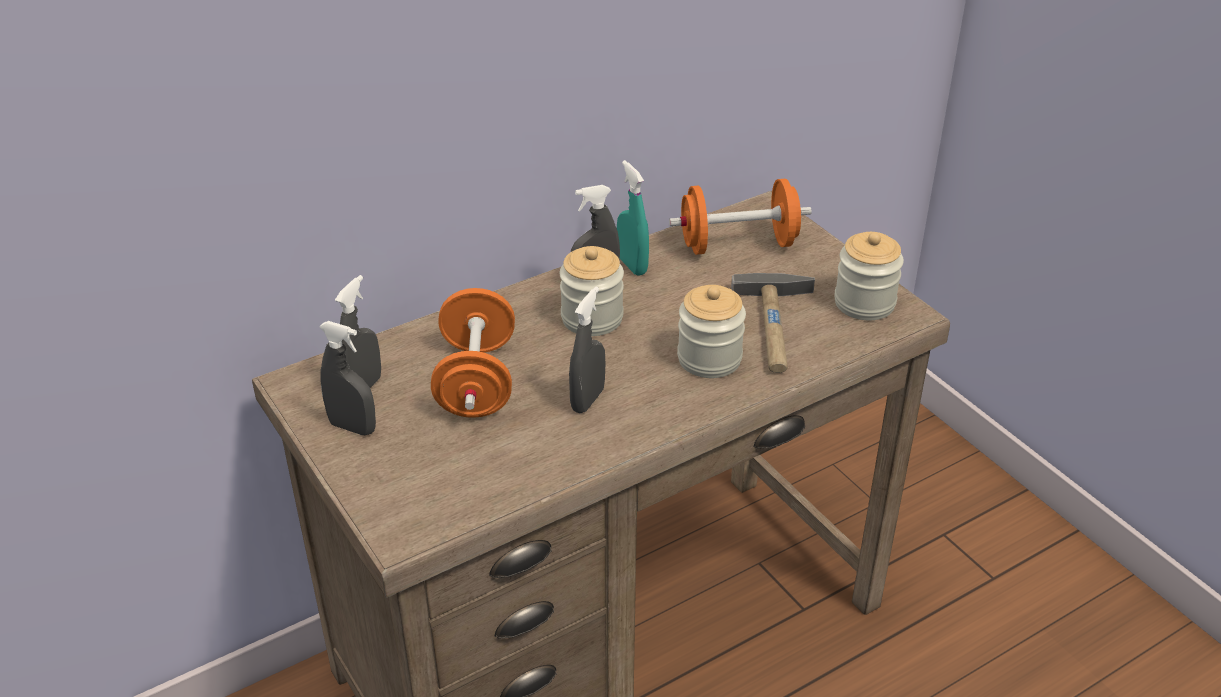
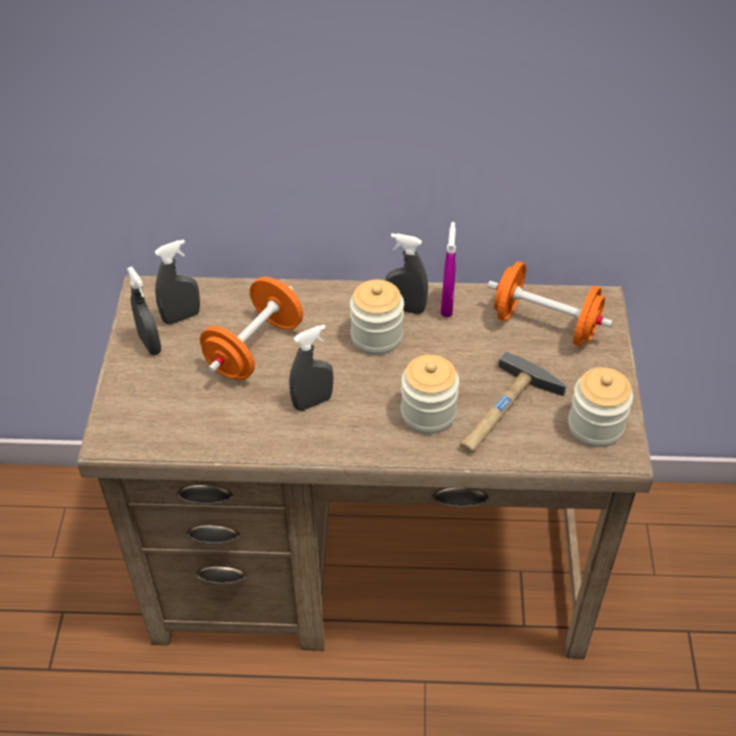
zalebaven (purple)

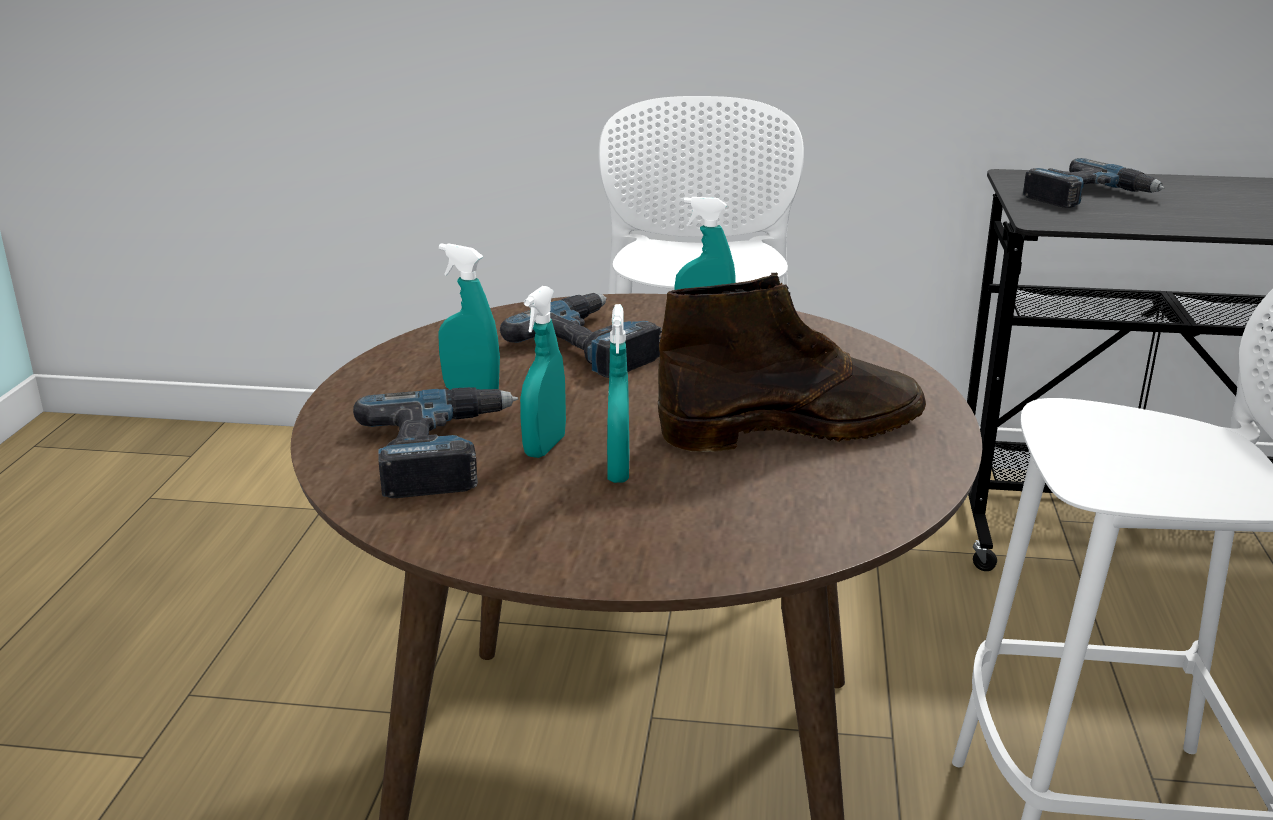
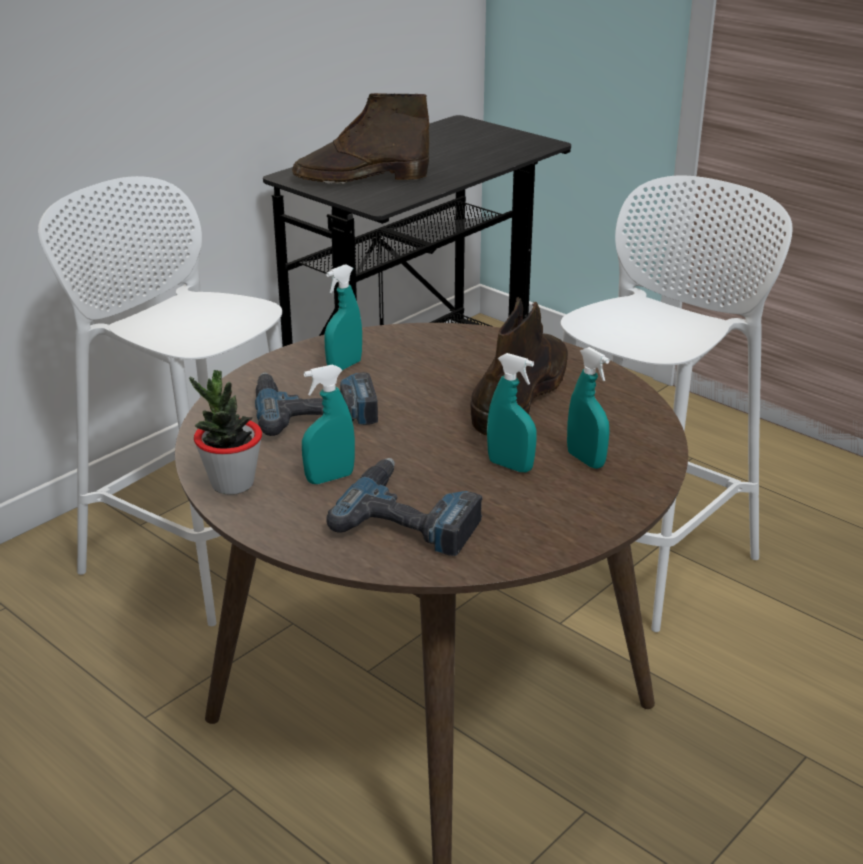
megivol
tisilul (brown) (no. 1 from left)
zalebaven (turquoise) (no. 4 from left)

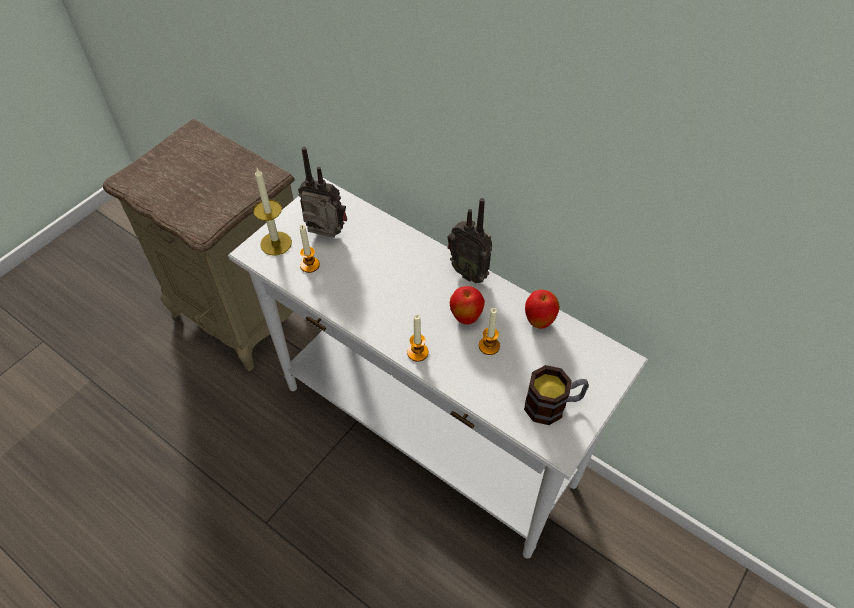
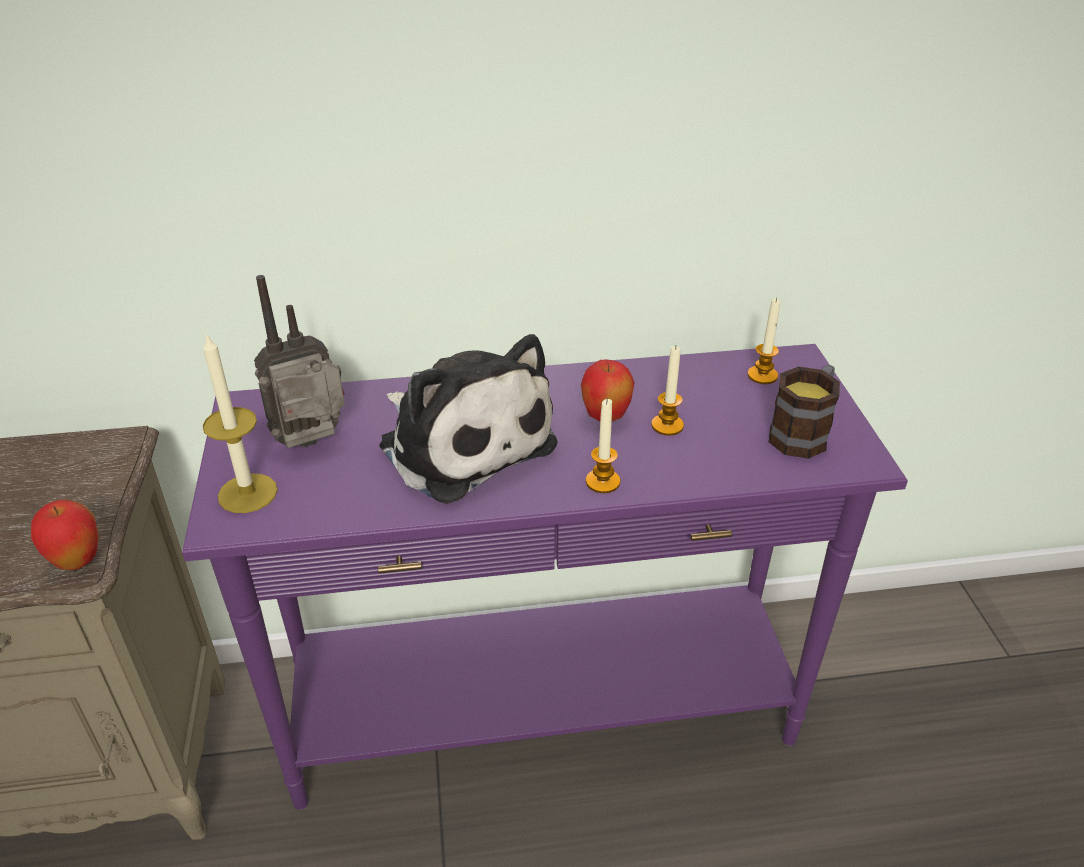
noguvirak (no. 1 from left)
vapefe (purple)
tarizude
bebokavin (no. 4 from left)
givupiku (no. 2 from left in the first image)

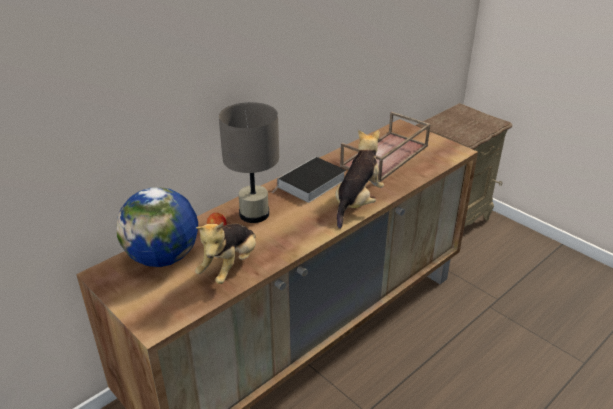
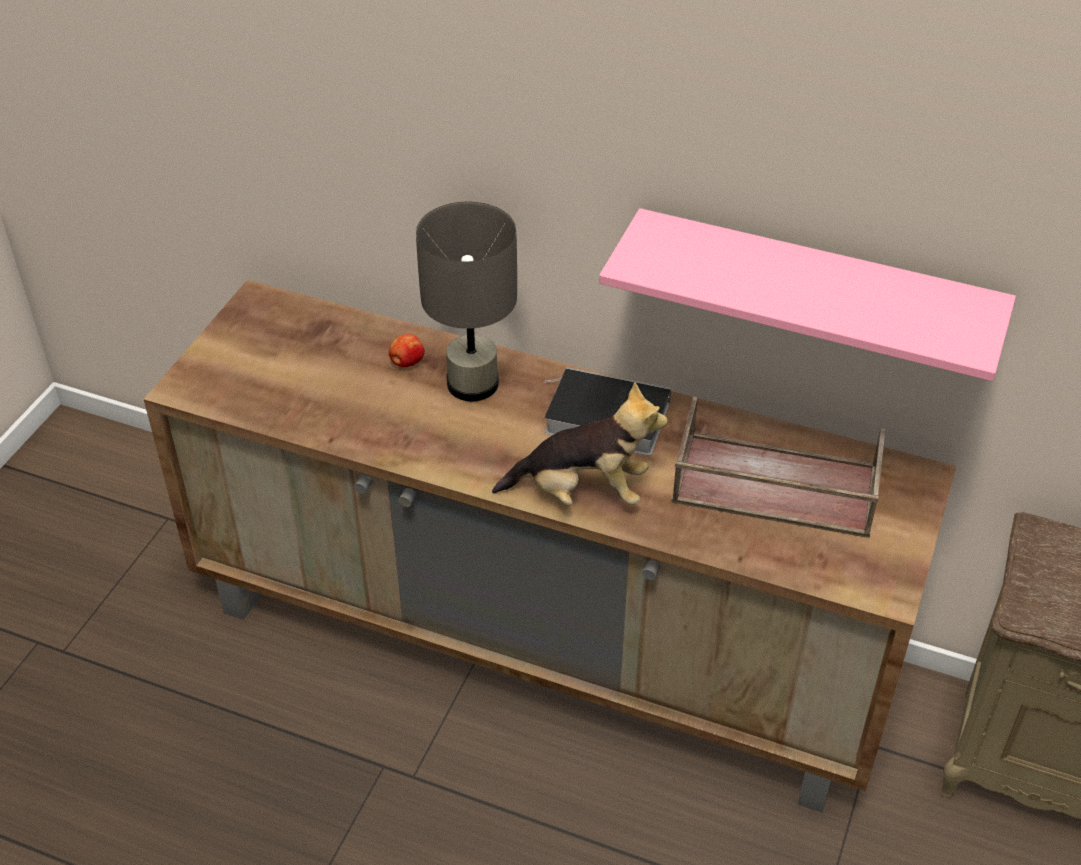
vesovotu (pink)
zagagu
tarizude (no. 1 from left in the first image)

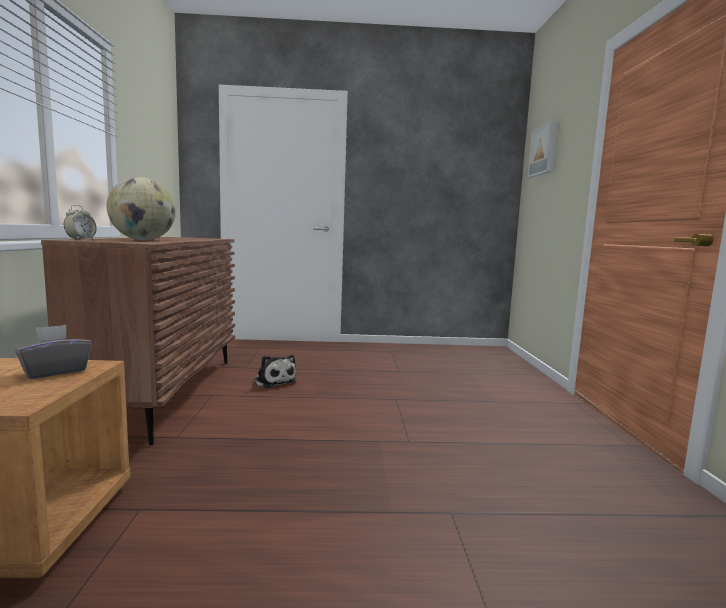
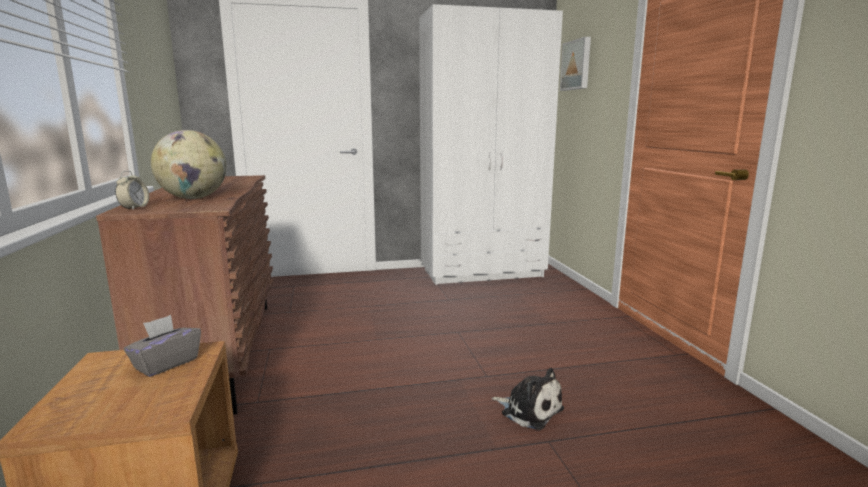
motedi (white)
tarizude

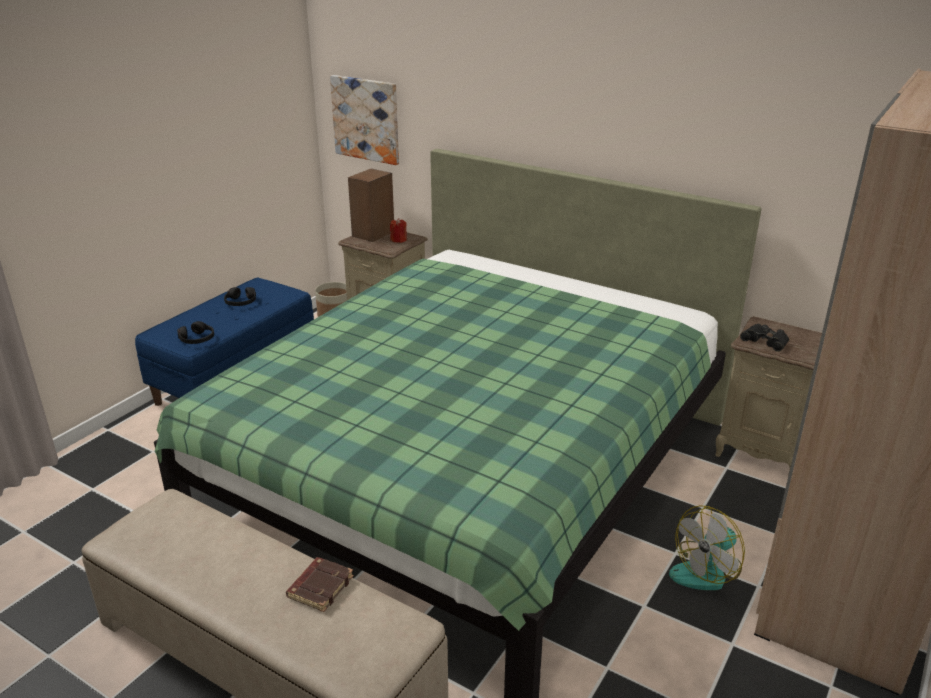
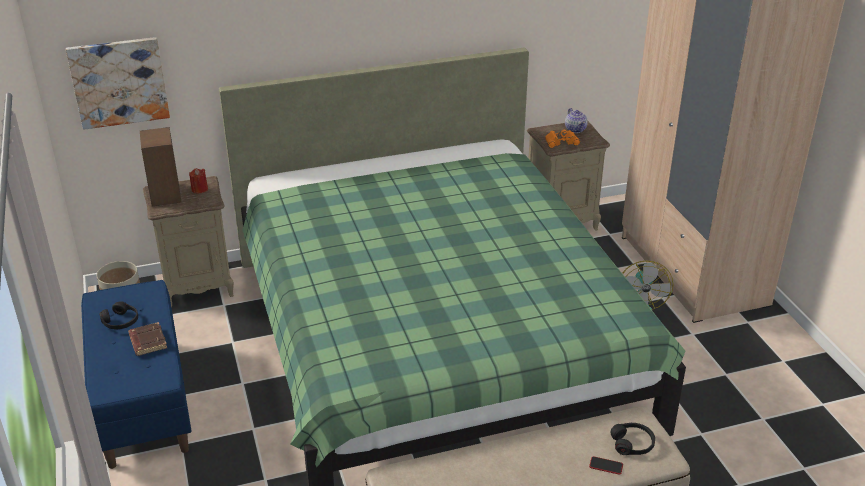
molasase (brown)
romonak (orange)
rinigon
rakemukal
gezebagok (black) (no. 2 from left)

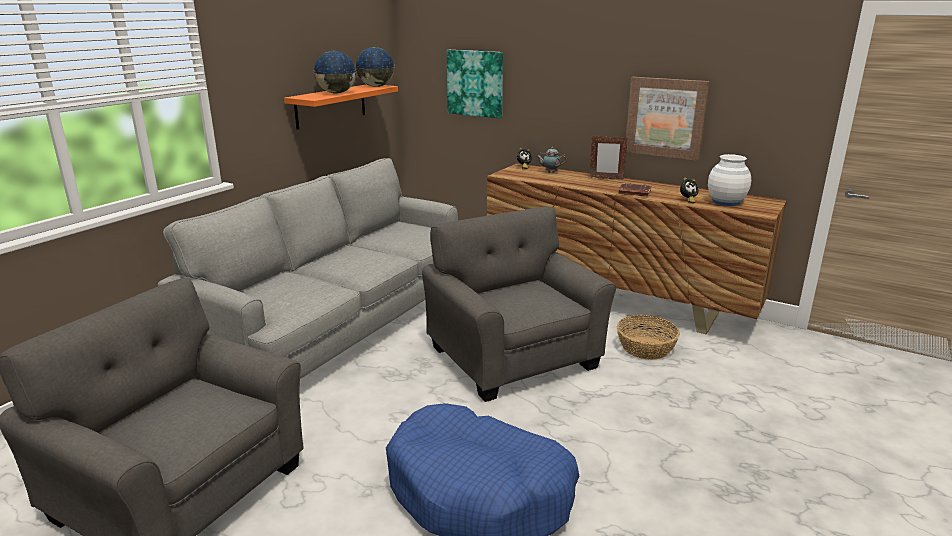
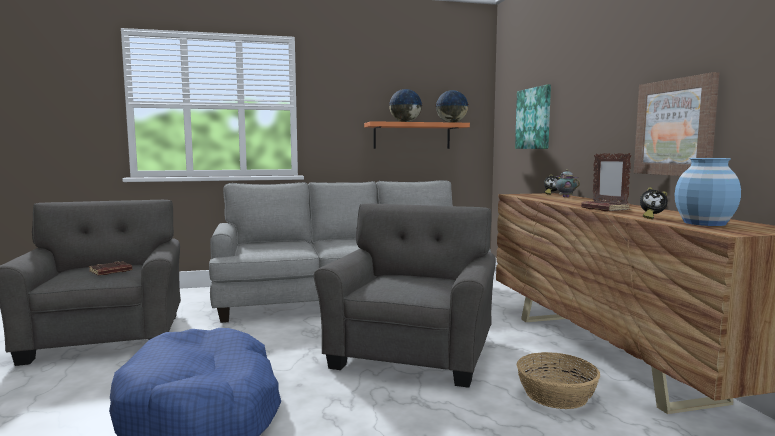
molasase (brown) (no. 1 from left)
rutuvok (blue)

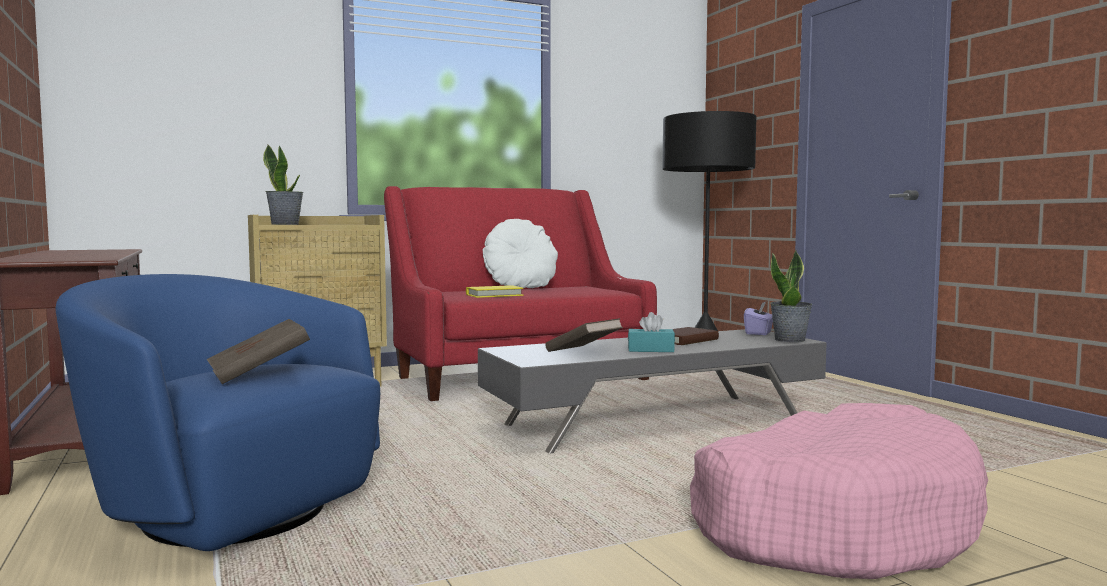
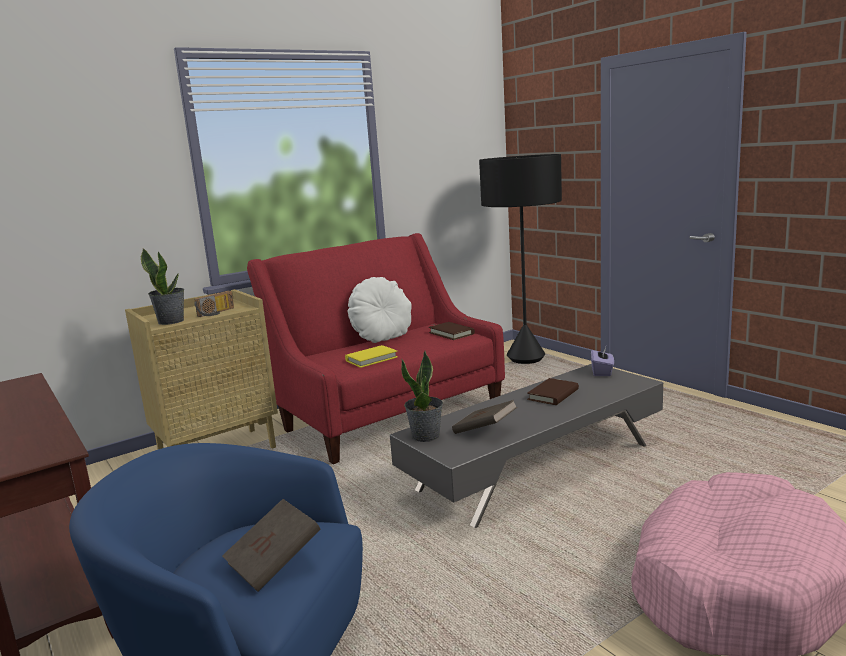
givupiku
megivol (no. 2 from left)
molasase (brown) (no. 2 from left)
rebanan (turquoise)

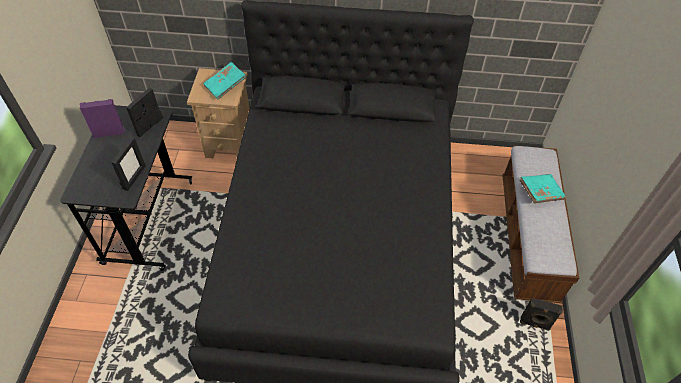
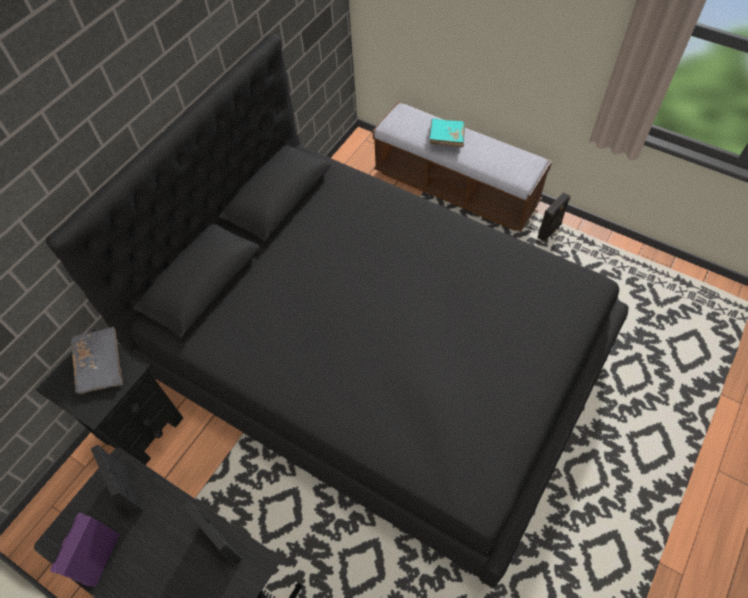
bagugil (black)
molasase (grey)

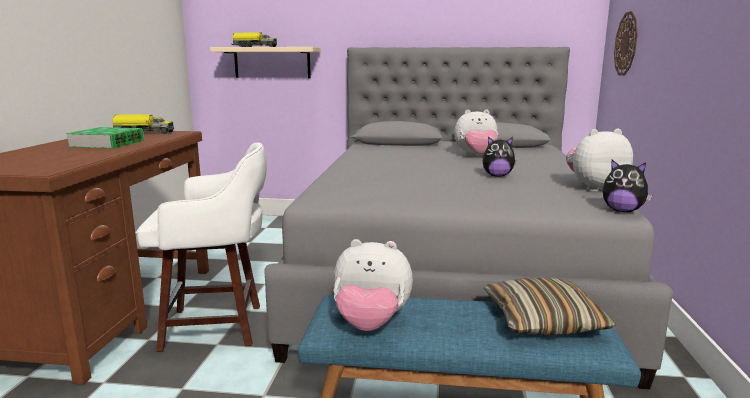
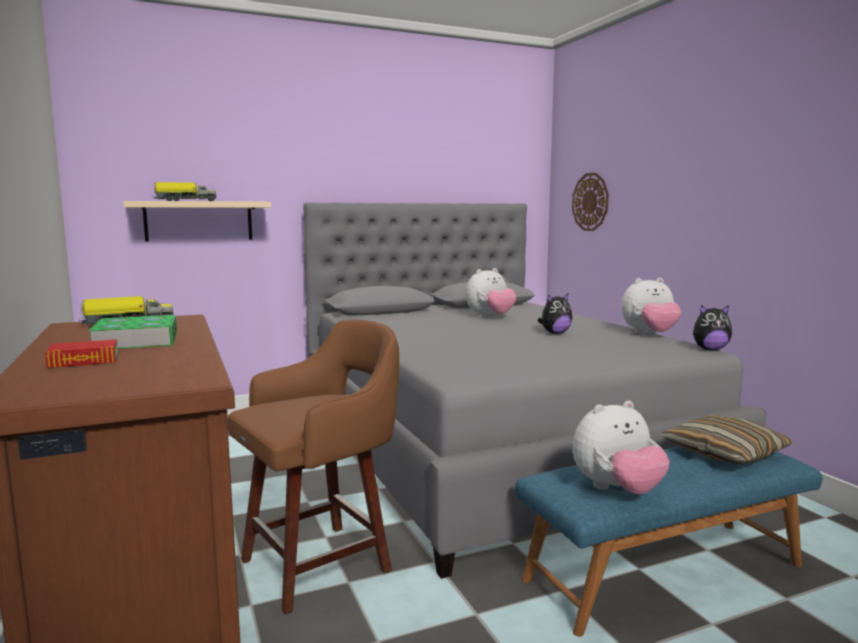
molasase (no. 1 from left)
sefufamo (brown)
tarizude (no. 4 from left)

